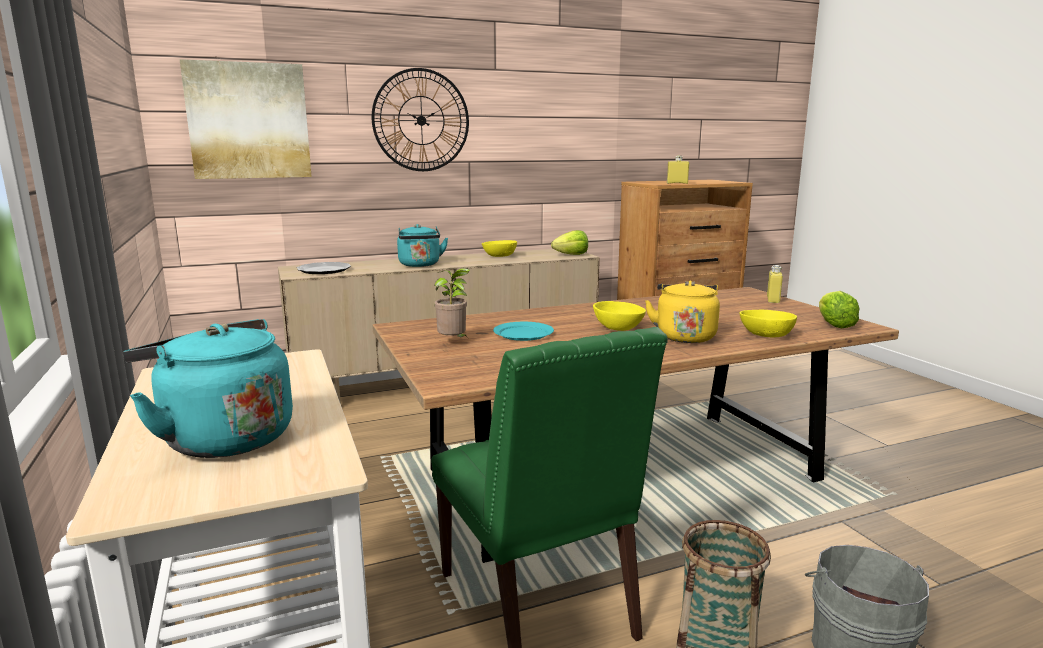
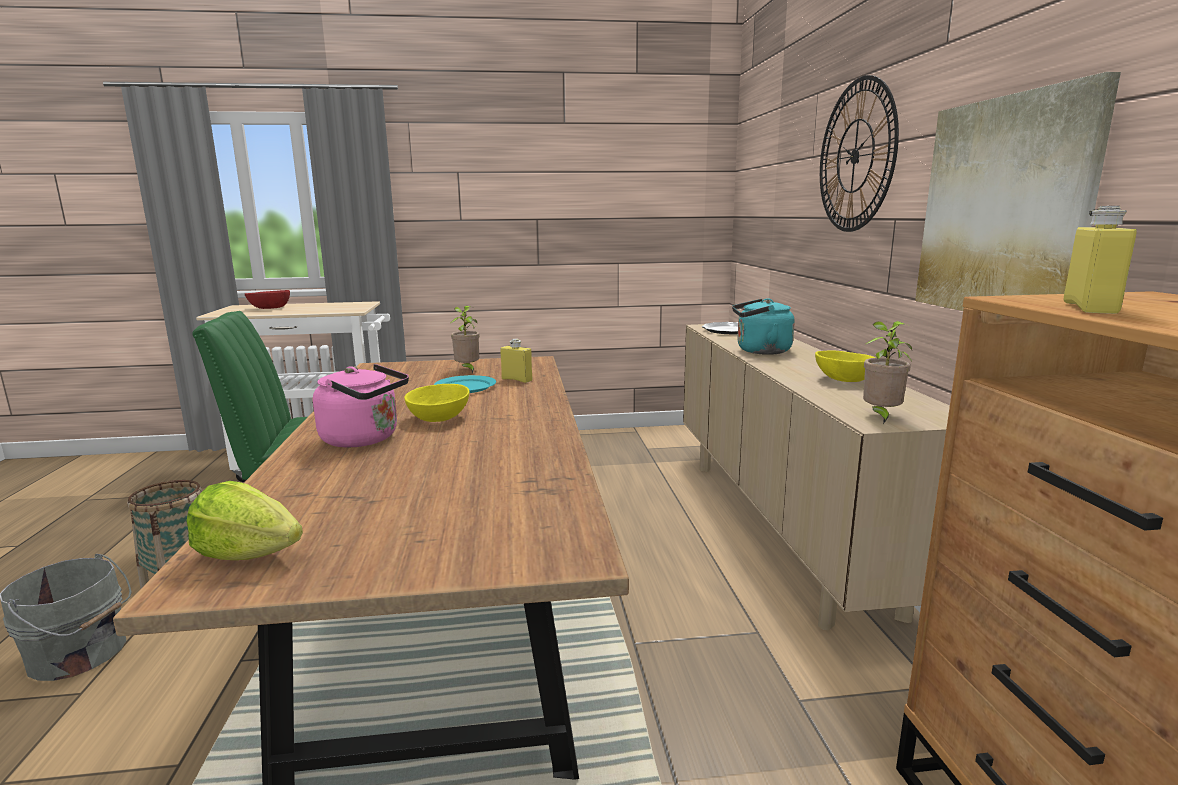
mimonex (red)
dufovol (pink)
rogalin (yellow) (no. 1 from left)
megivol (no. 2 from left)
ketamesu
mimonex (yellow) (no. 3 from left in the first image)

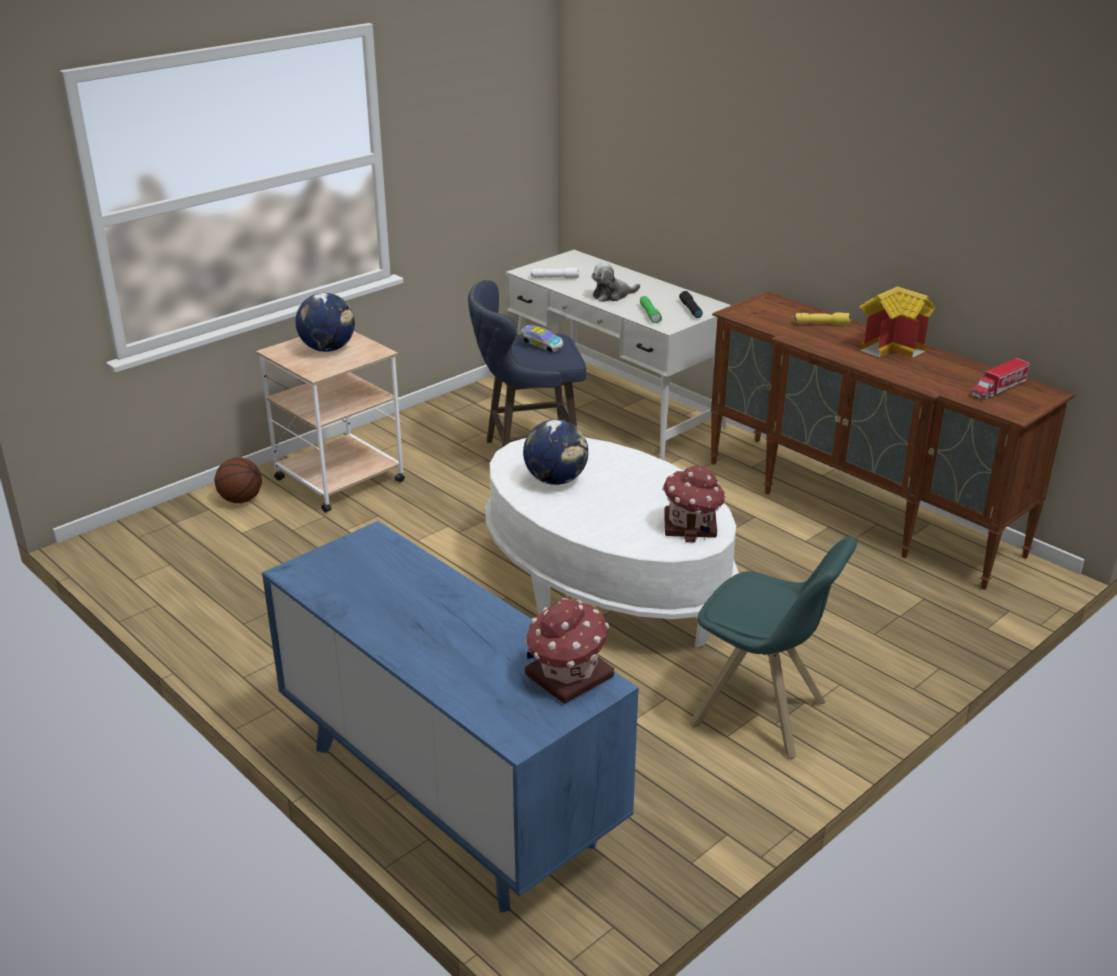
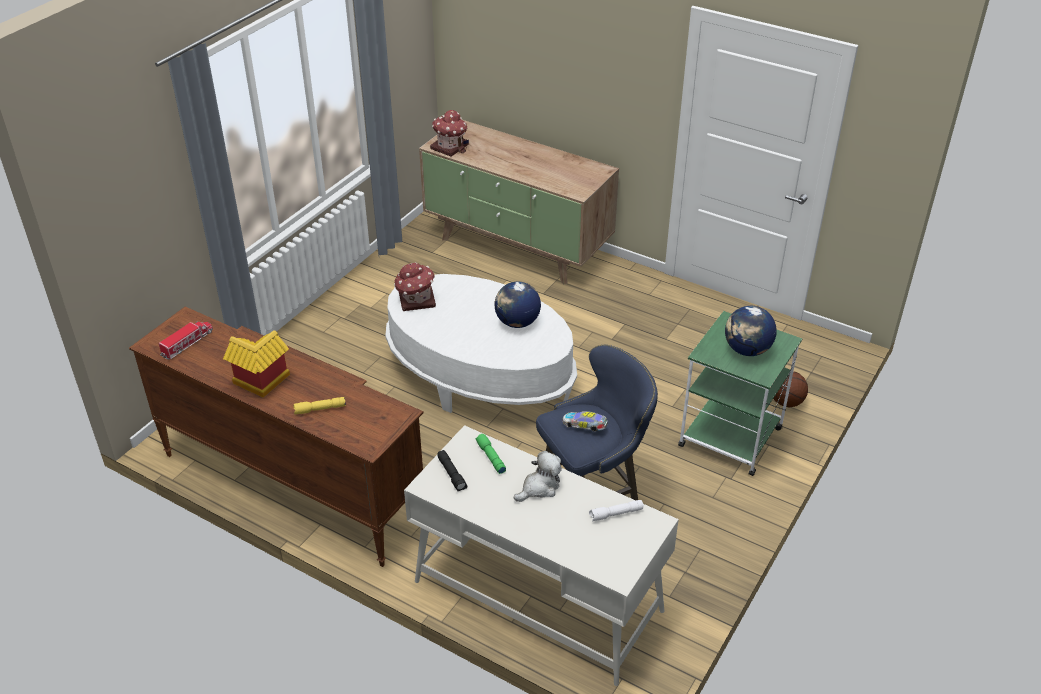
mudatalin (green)
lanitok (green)
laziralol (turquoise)

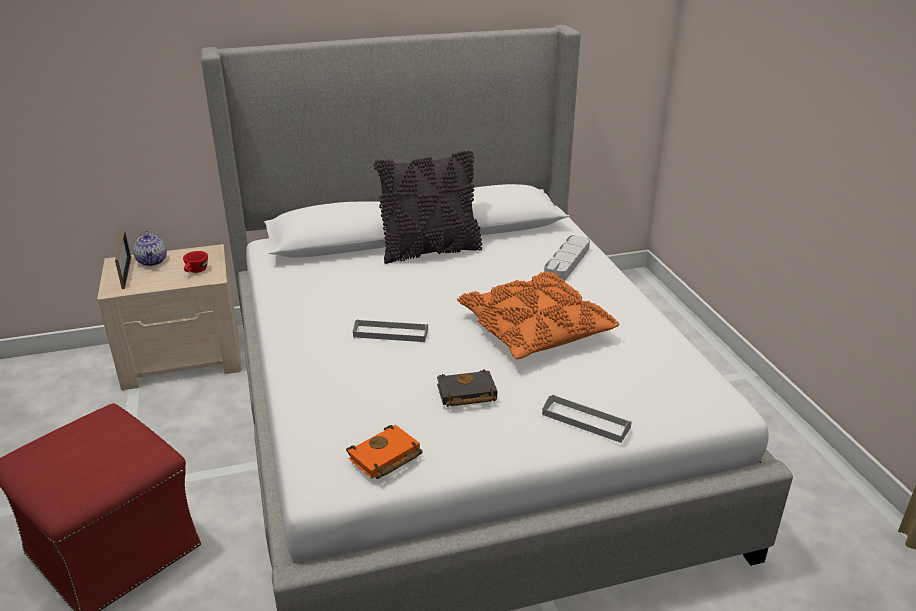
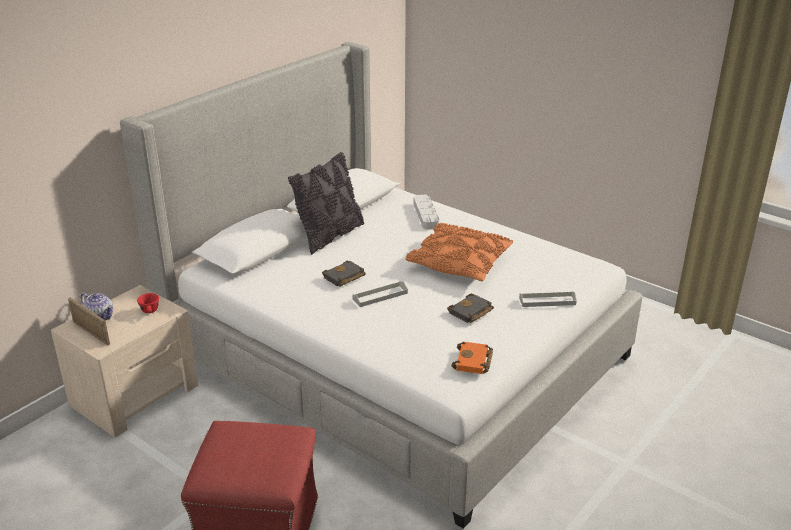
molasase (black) (no. 1 from left)

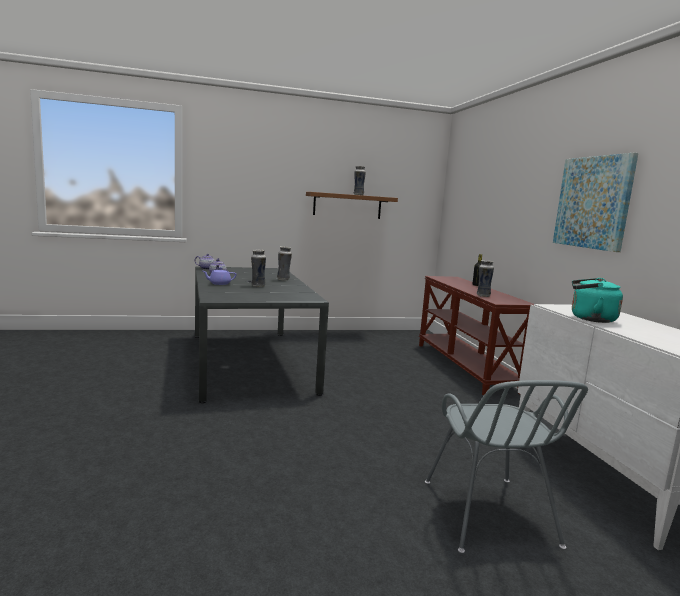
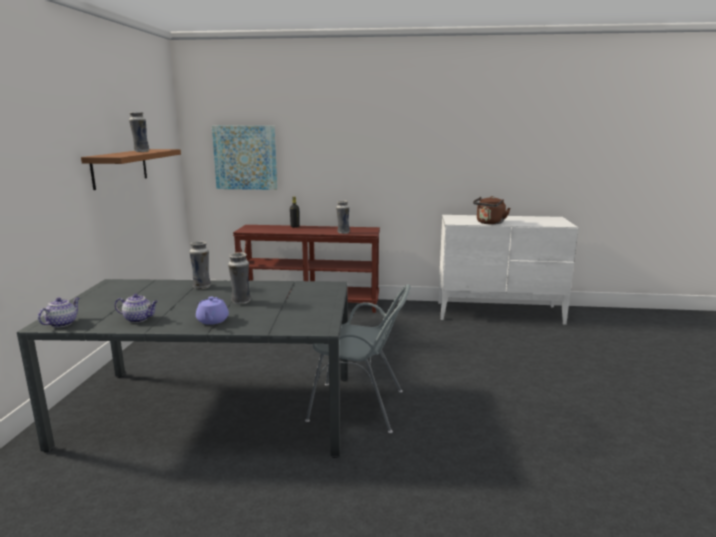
ketamesu
laziralol (grey)
dufovol (brown)

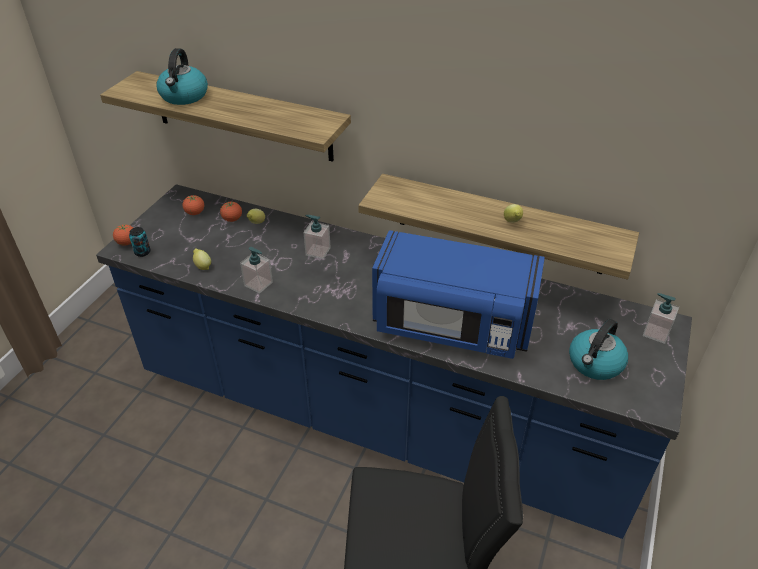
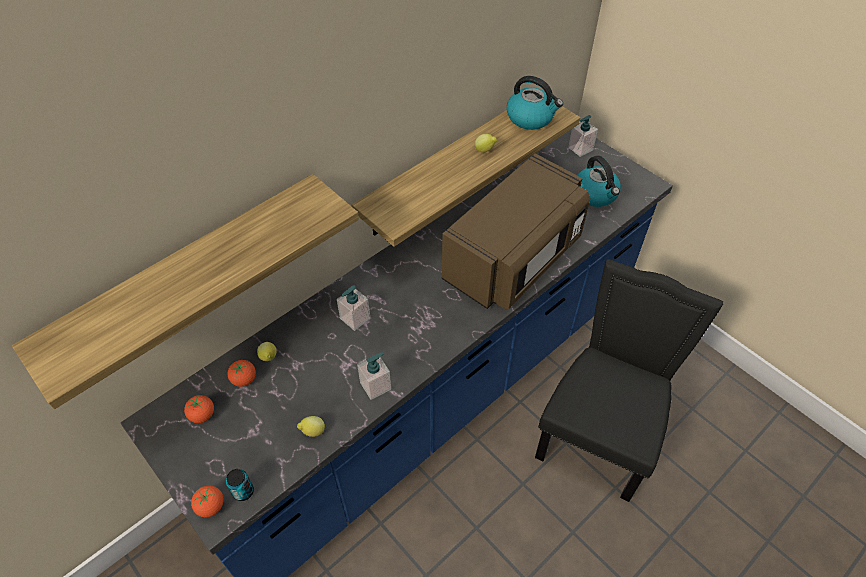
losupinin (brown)
dufovol (no. 1 from left)

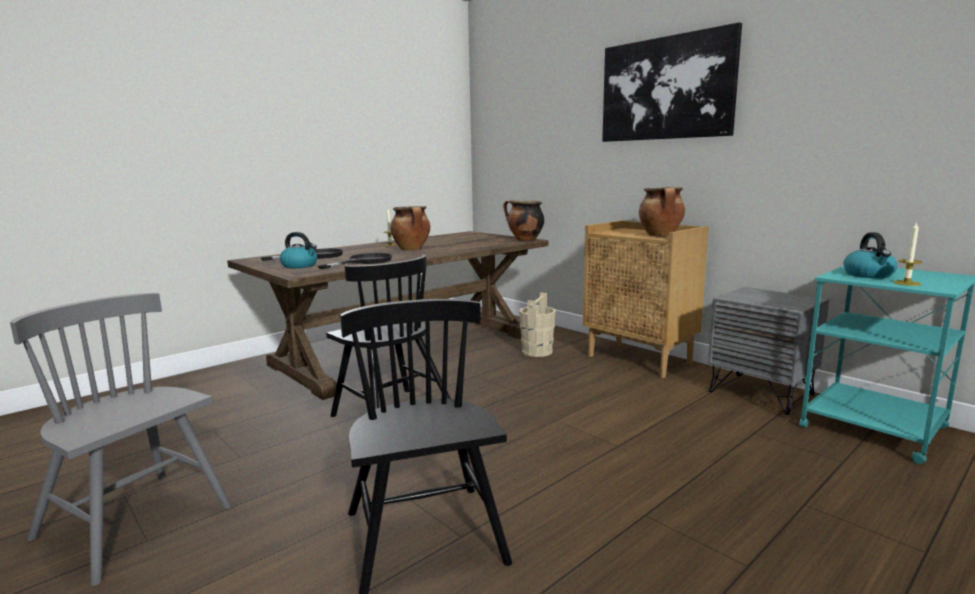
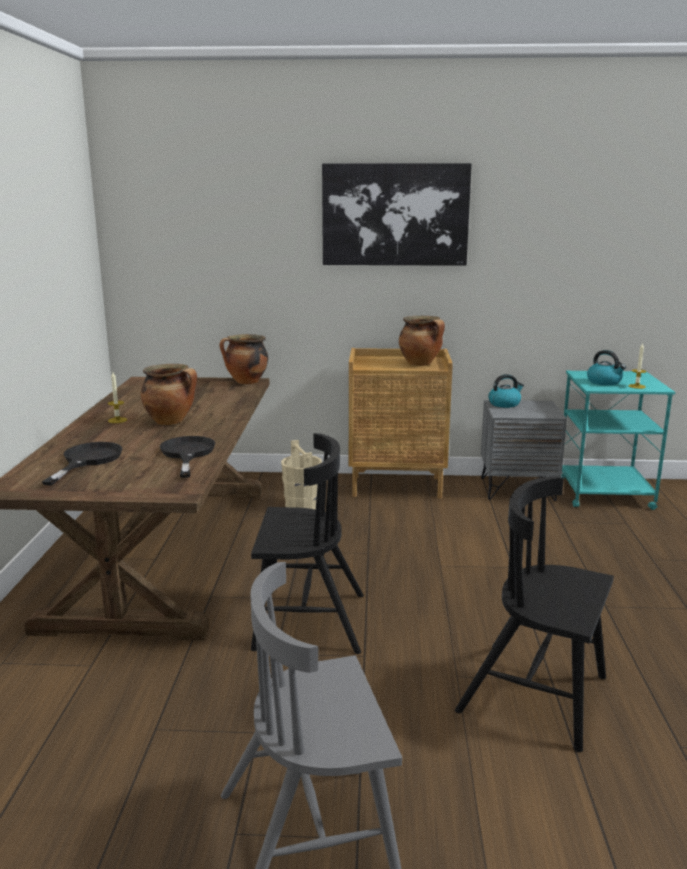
dufovol (no. 1 from left)

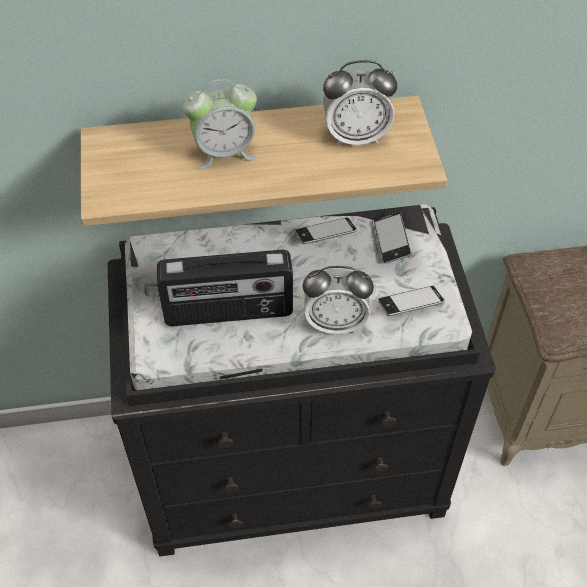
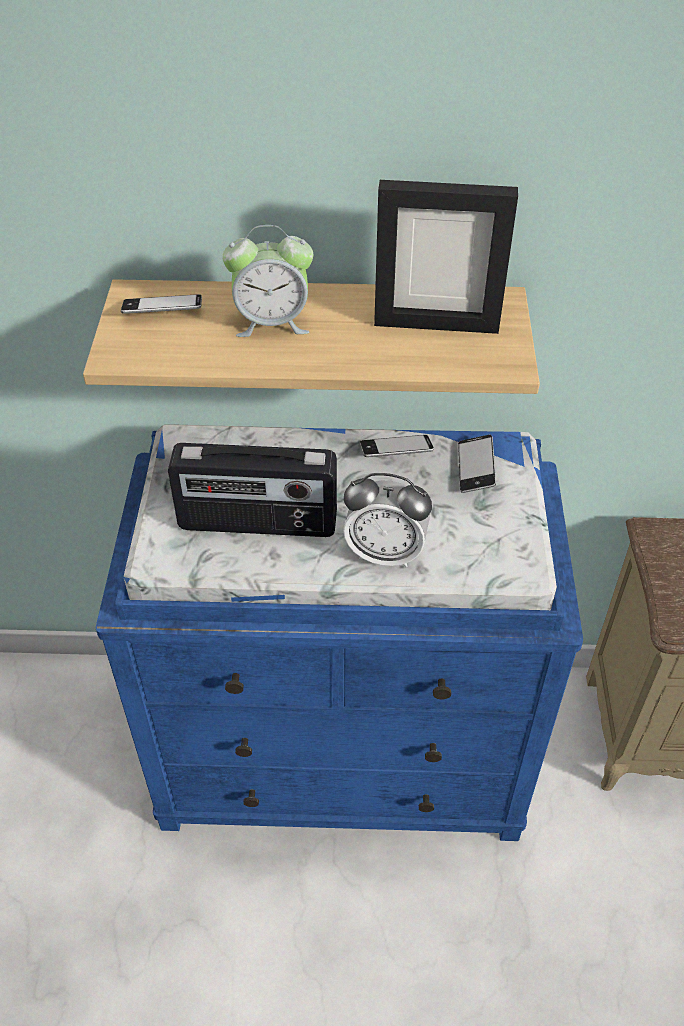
mudatalin (blue)
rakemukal (no. 1 from left)
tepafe

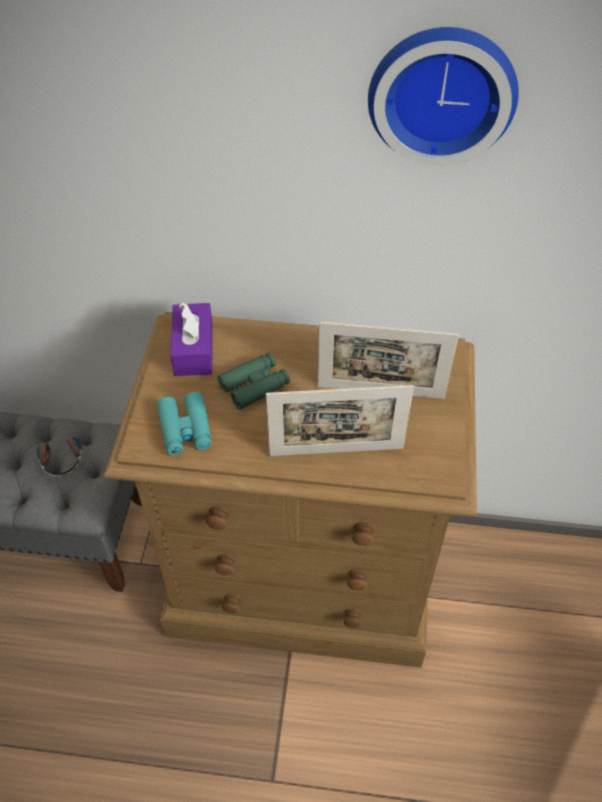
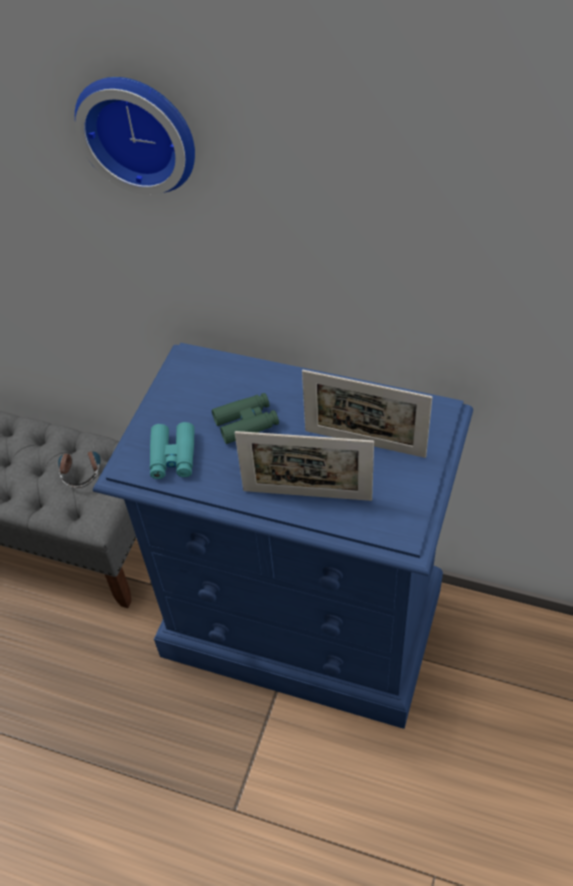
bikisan
mudatalin (blue)
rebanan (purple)

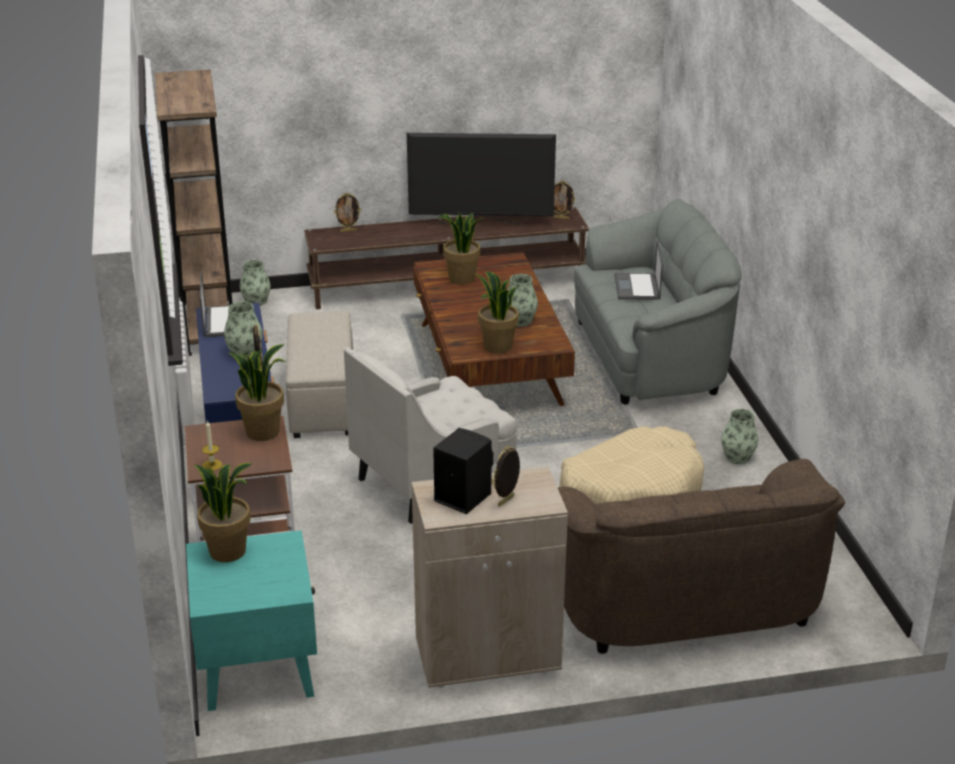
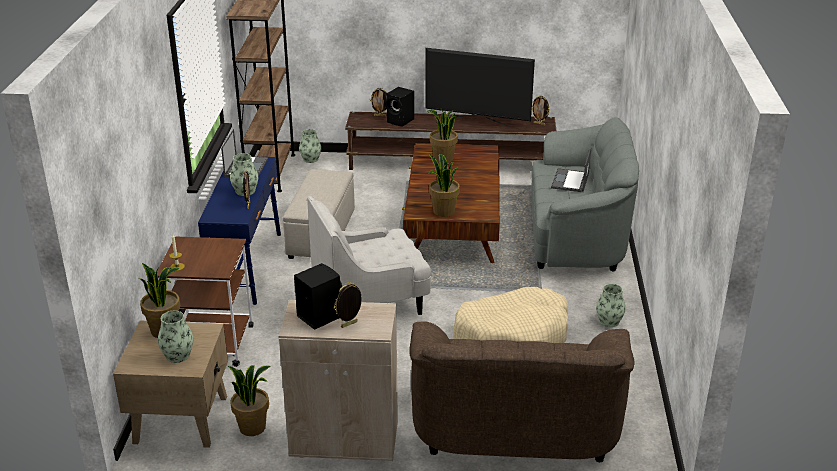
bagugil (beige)
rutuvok (no. 1 from left)
megivol (no. 2 from left)
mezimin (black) (no. 2 from left)

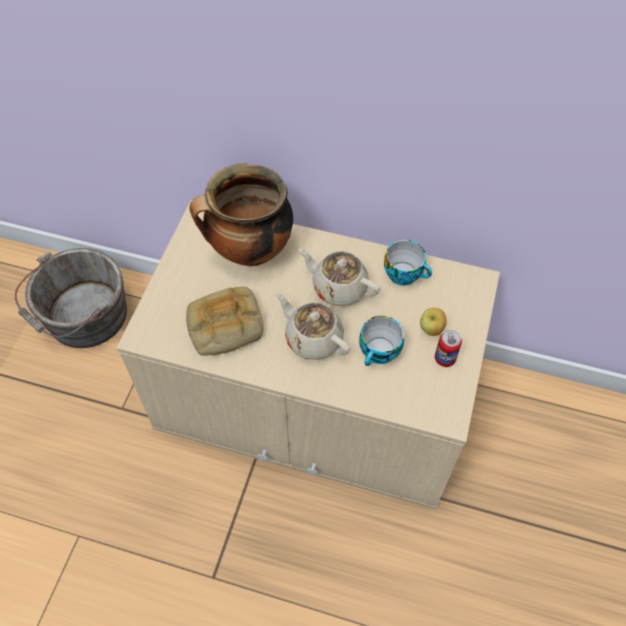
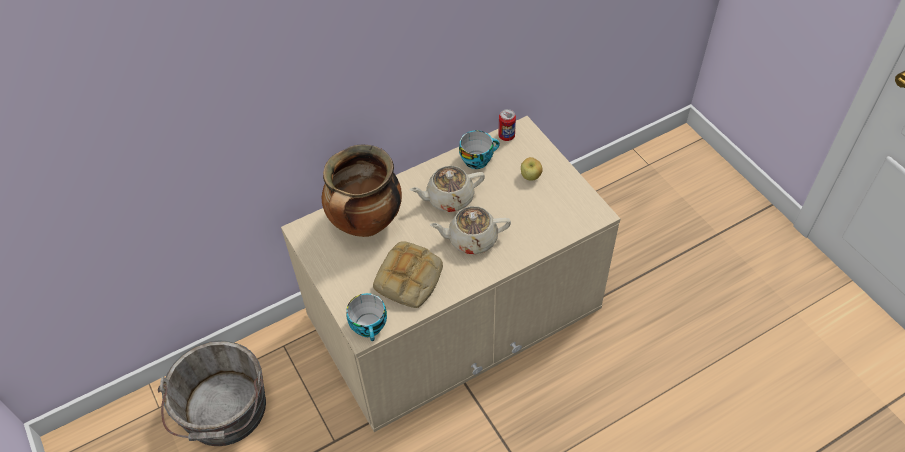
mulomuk (no. 1 from left)
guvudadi

